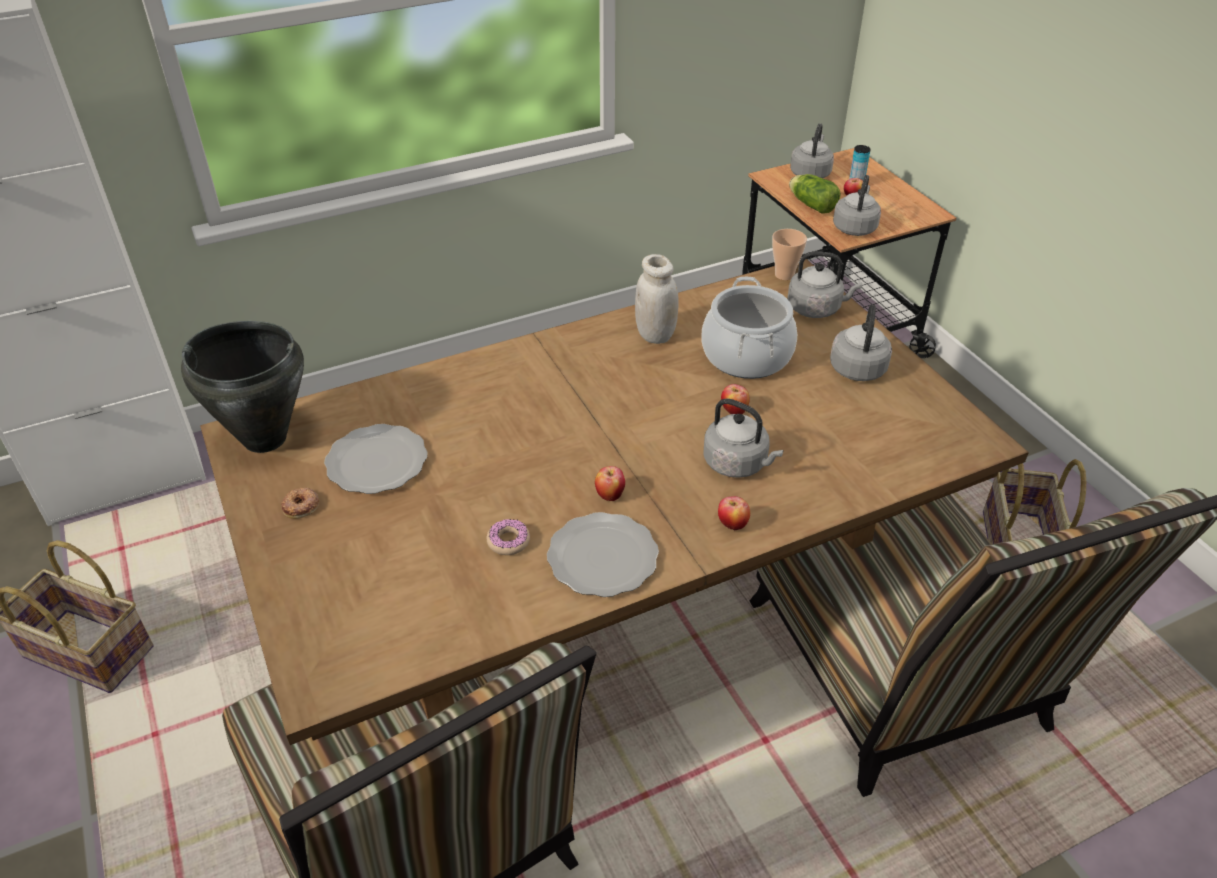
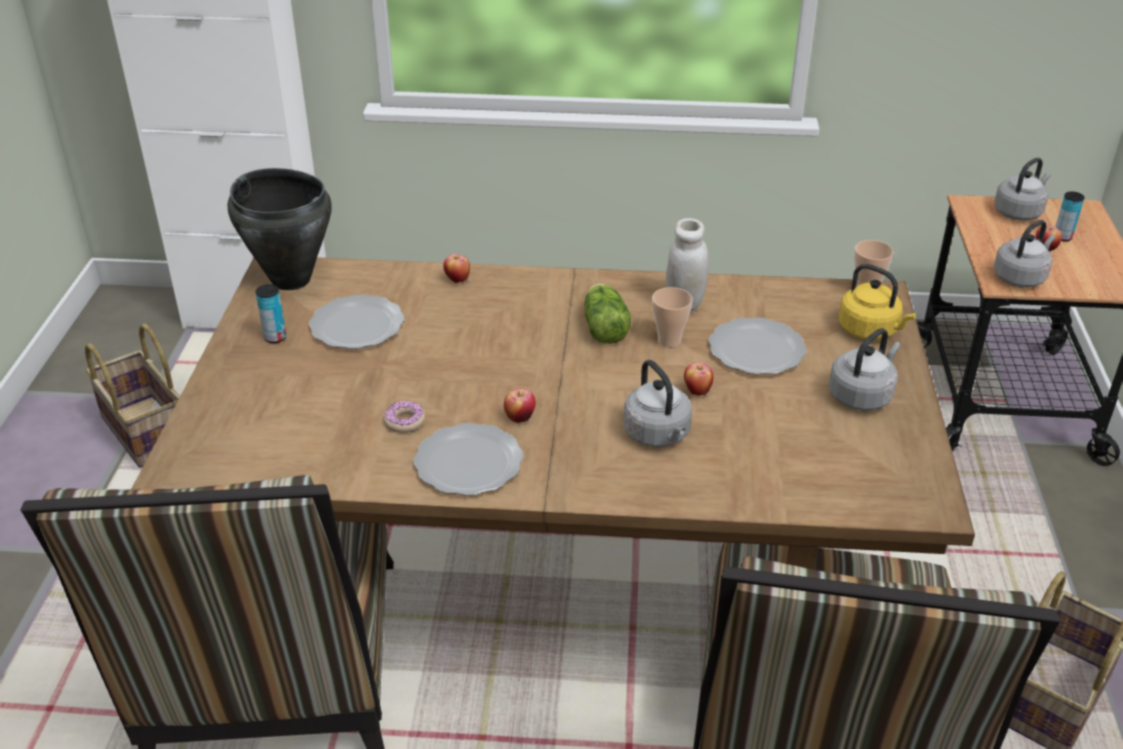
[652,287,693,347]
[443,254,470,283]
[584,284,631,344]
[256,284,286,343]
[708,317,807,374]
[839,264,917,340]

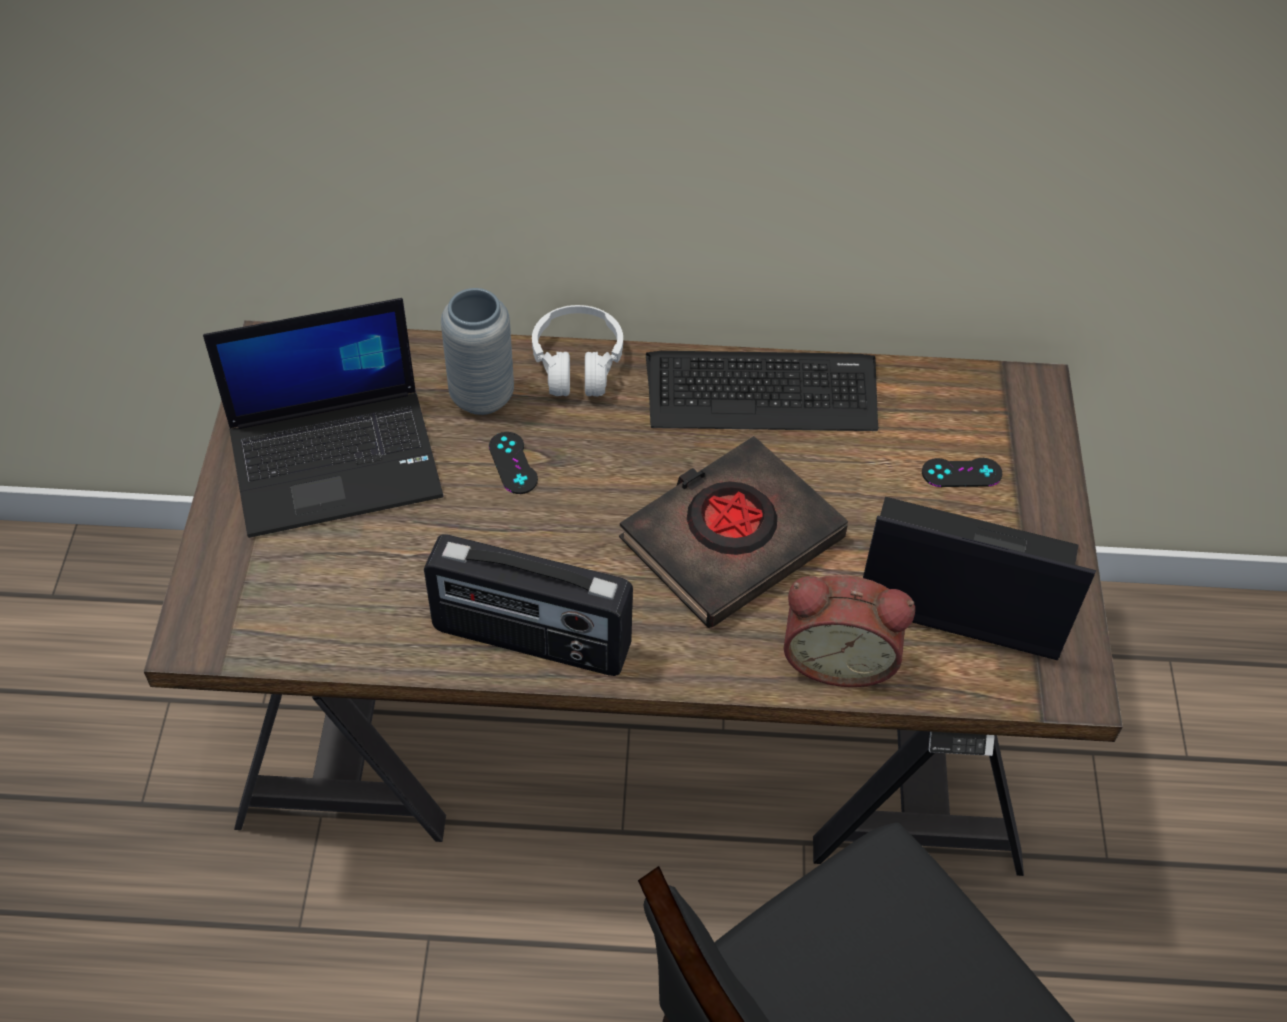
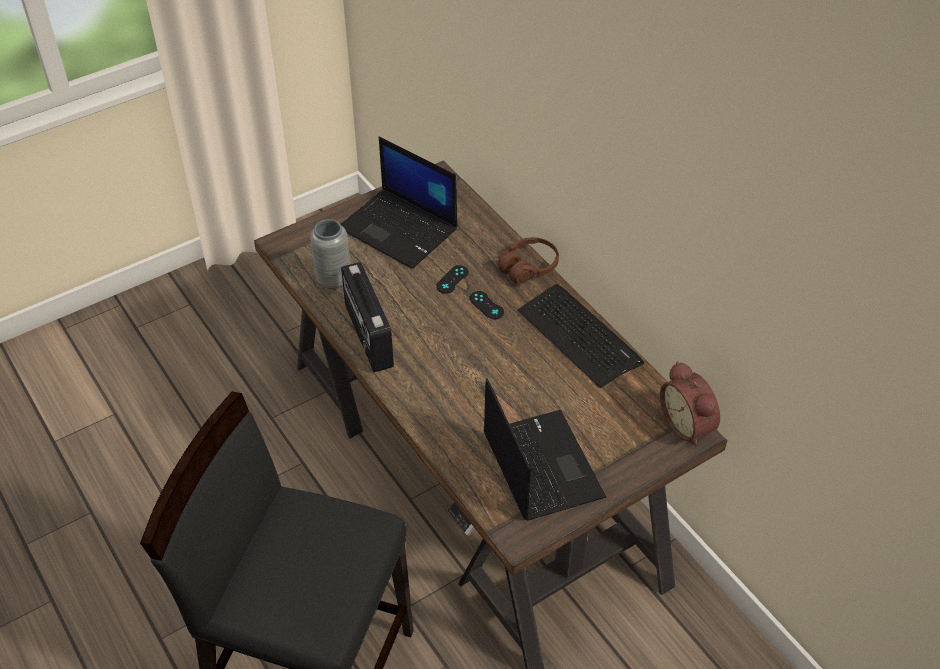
[619,436,848,628] (first image)
[310,219,350,289]
[660,361,720,446]
[469,291,504,319]
[497,237,559,284]

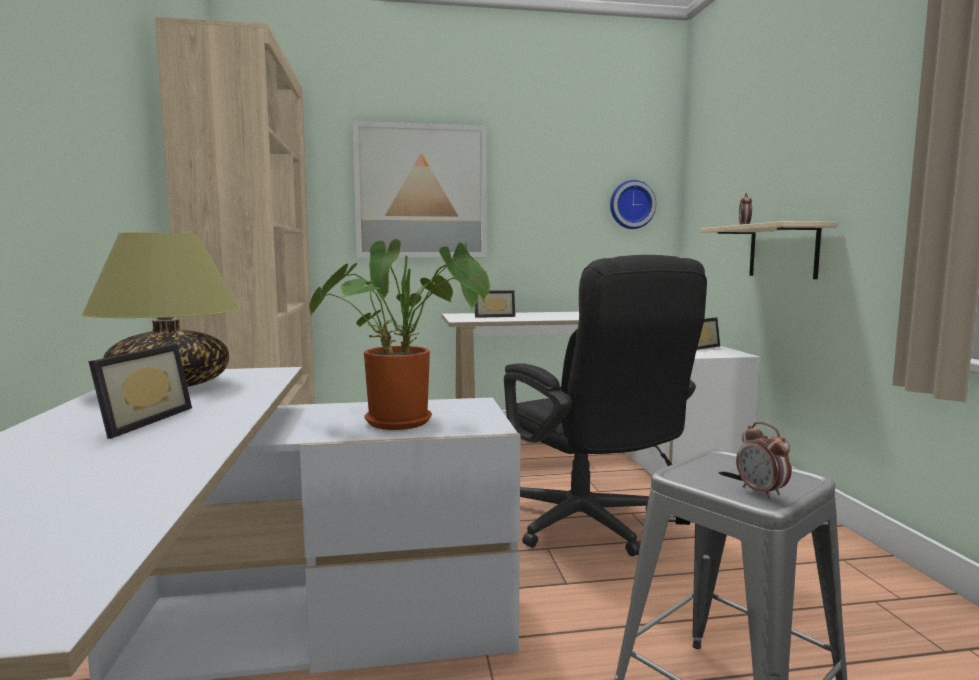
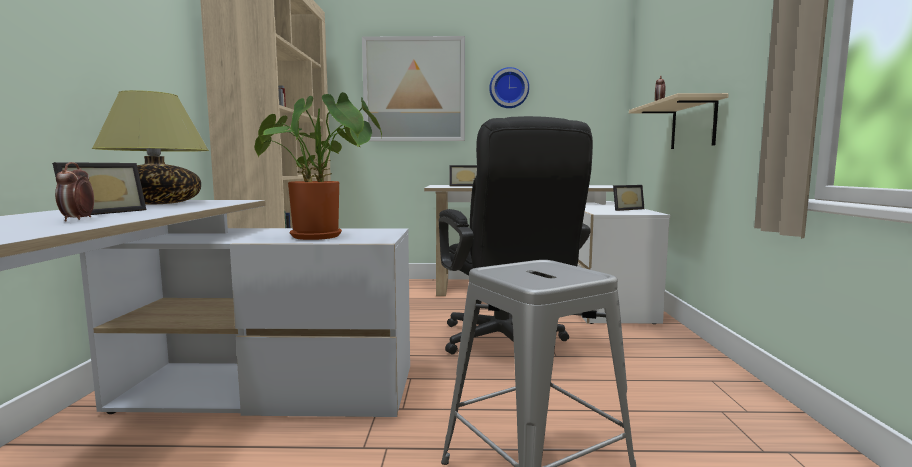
[489,67,529,108]
[55,162,94,221]

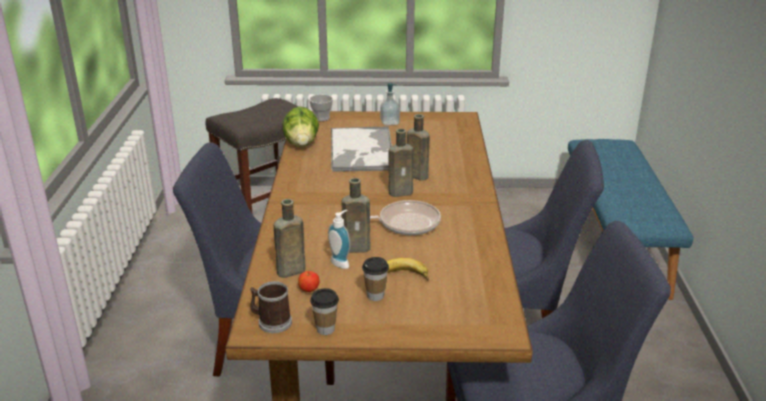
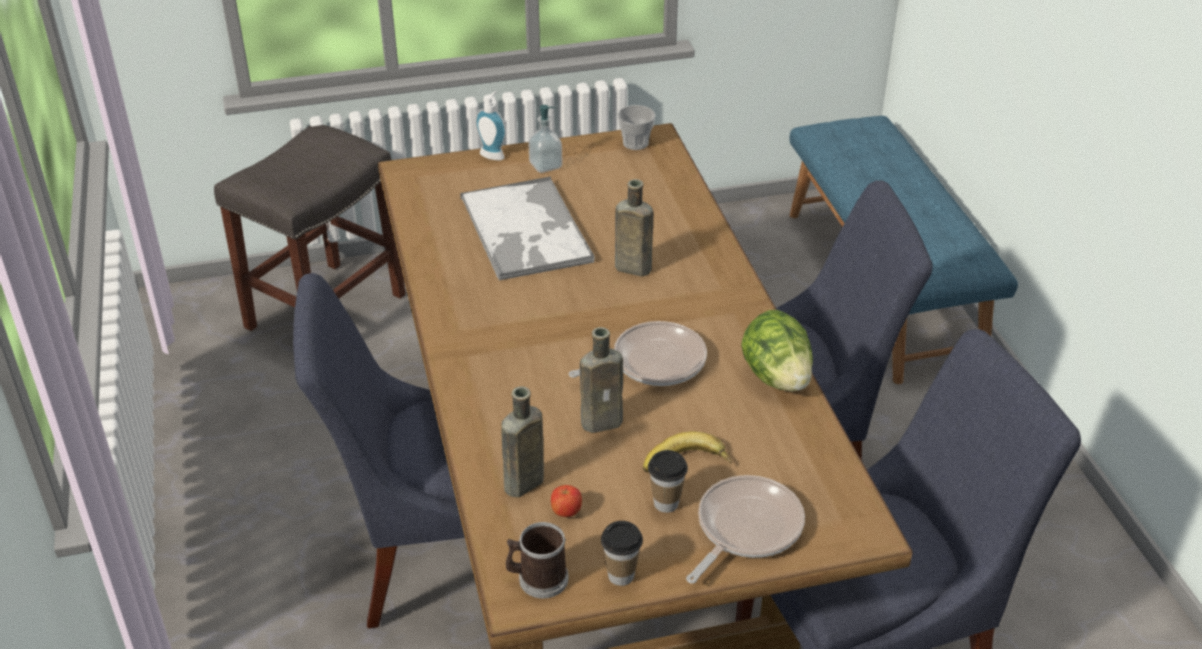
[388,129,414,197] (first image)
[686,475,805,583]
[741,310,813,392]
[617,105,655,150]
[475,91,506,160]

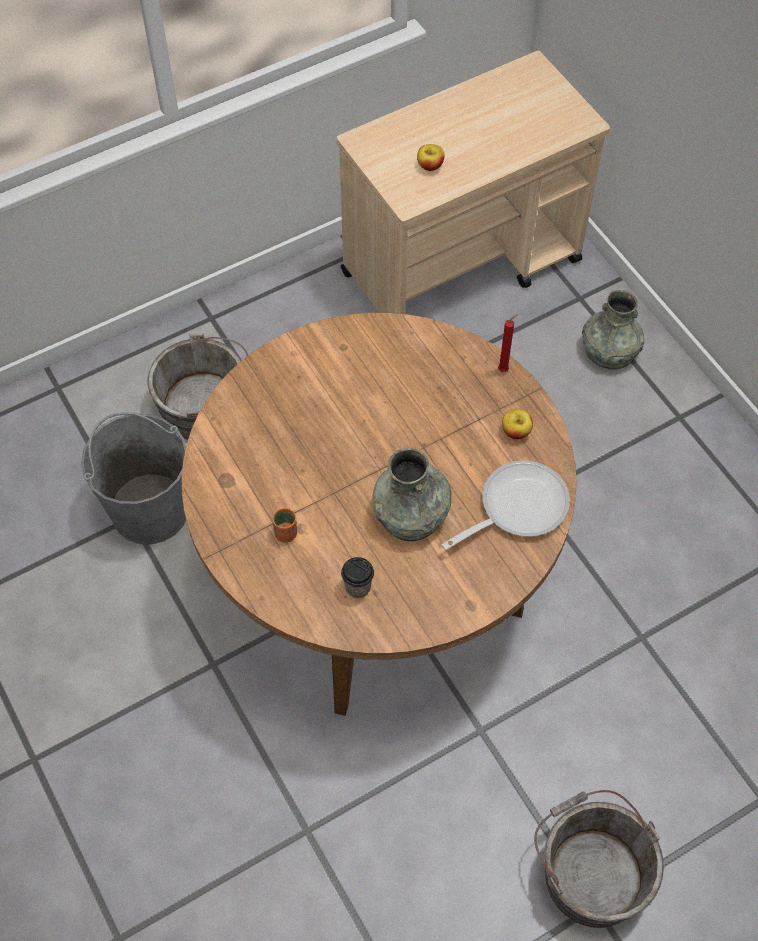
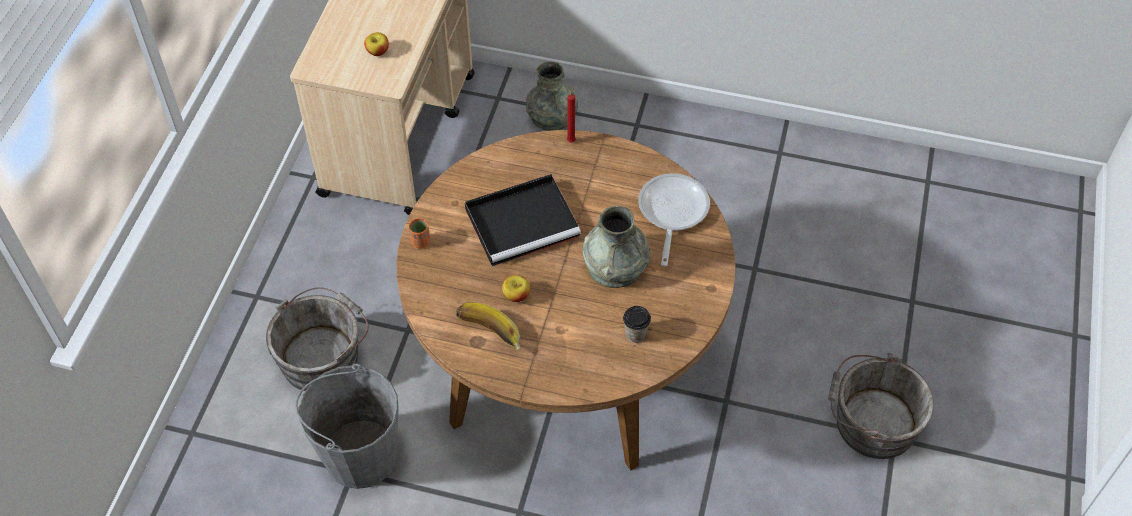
[456,302,521,350]
[465,174,581,266]
[409,218,430,248]
[502,275,530,302]

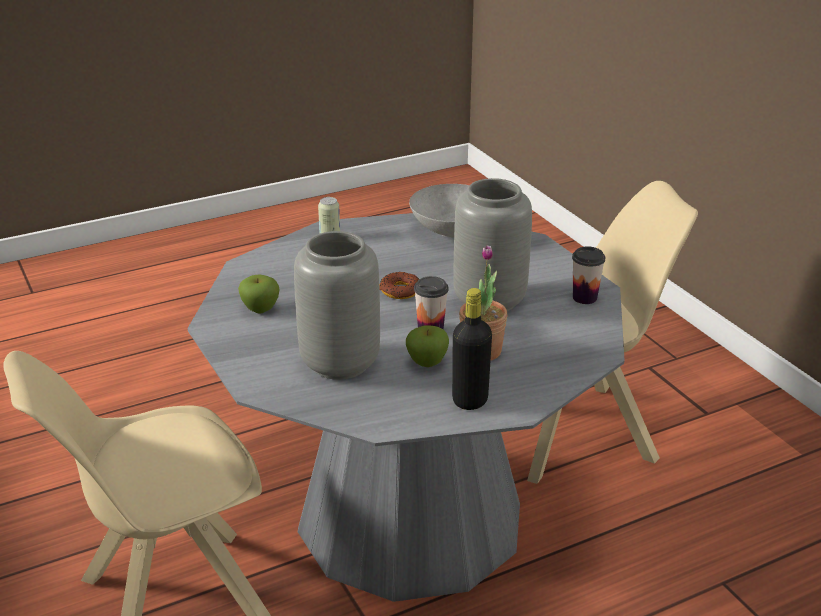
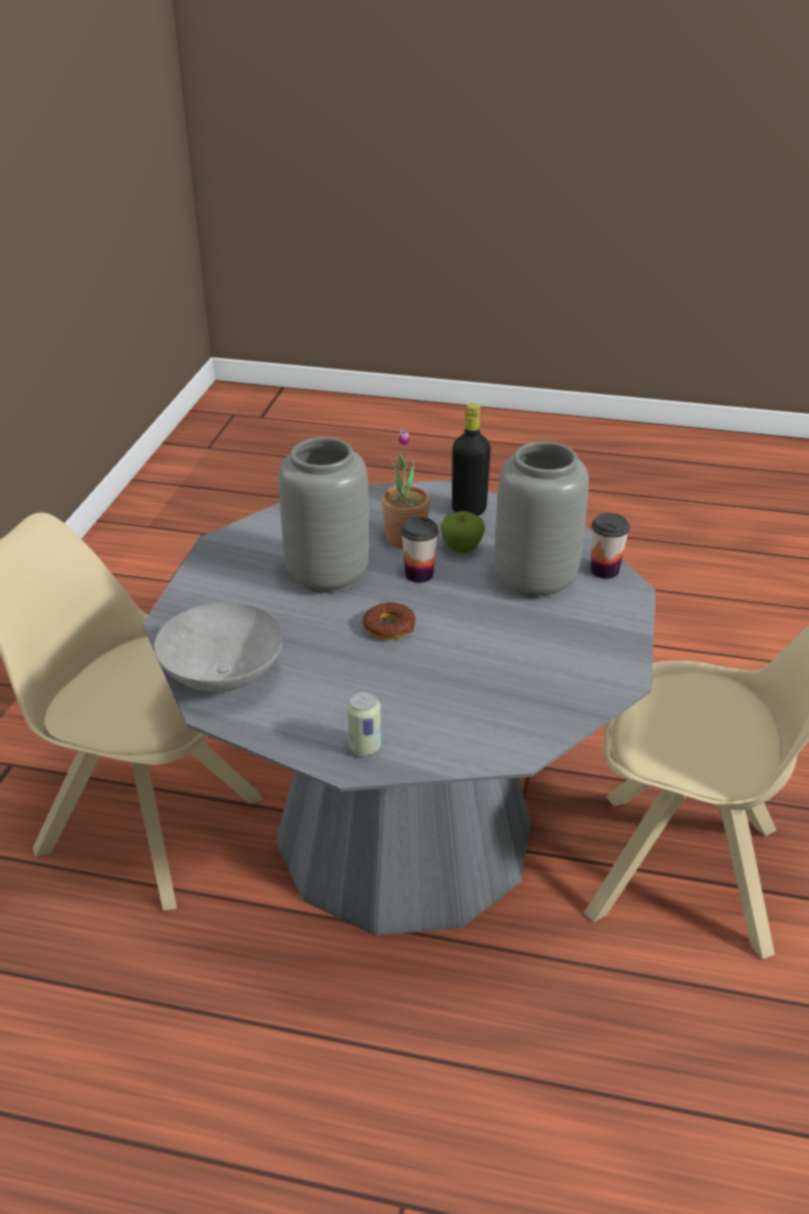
[238,275,280,313] (first image)
[591,513,630,579]

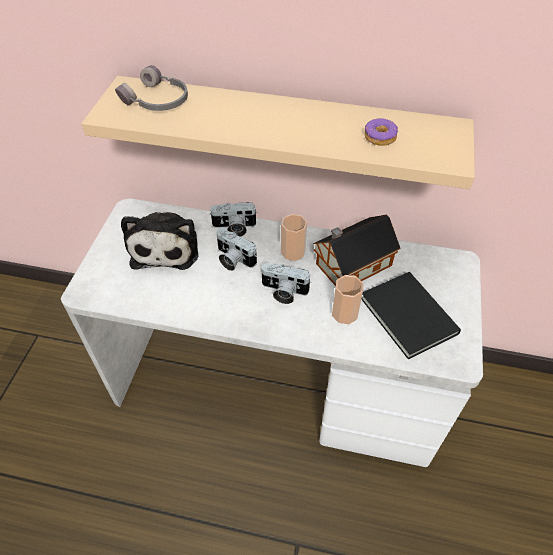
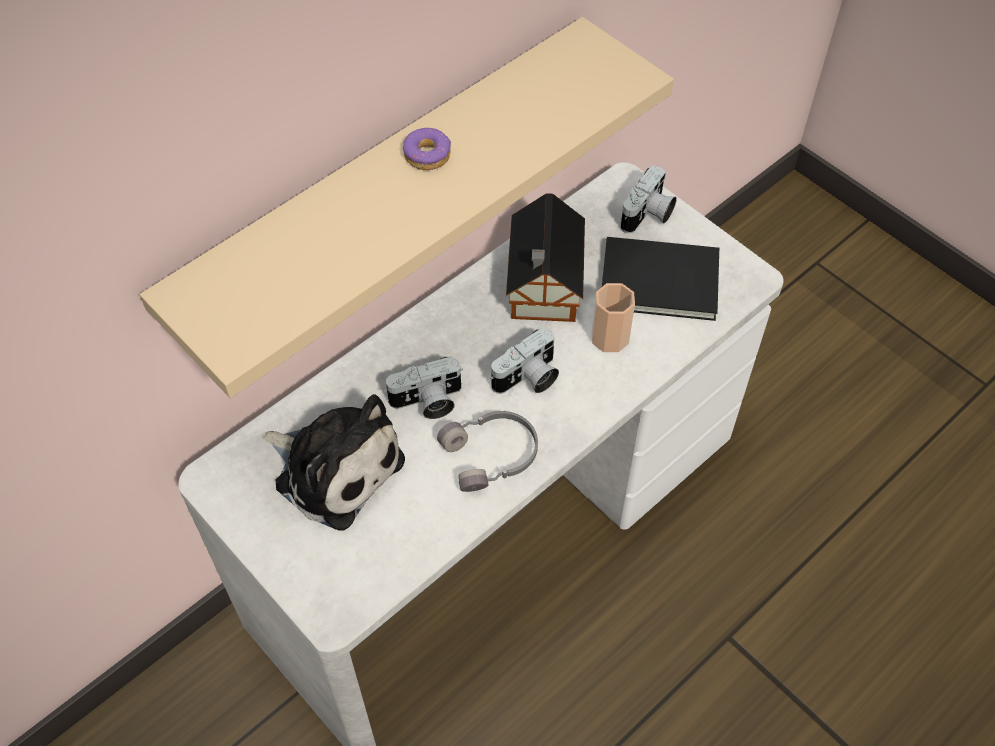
[281,214,307,261] (first image)
[437,411,538,492]
[621,165,677,233]
[403,128,451,170]

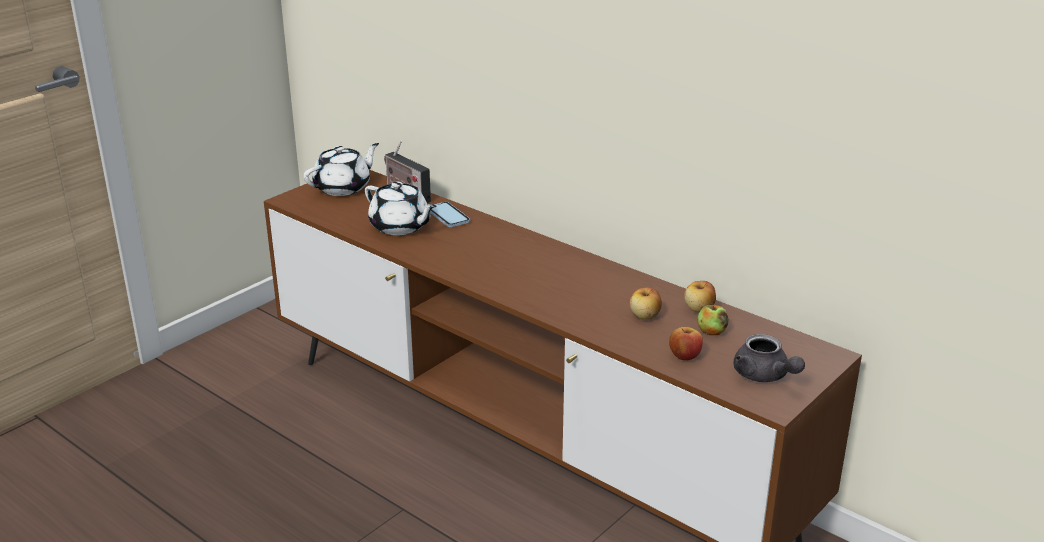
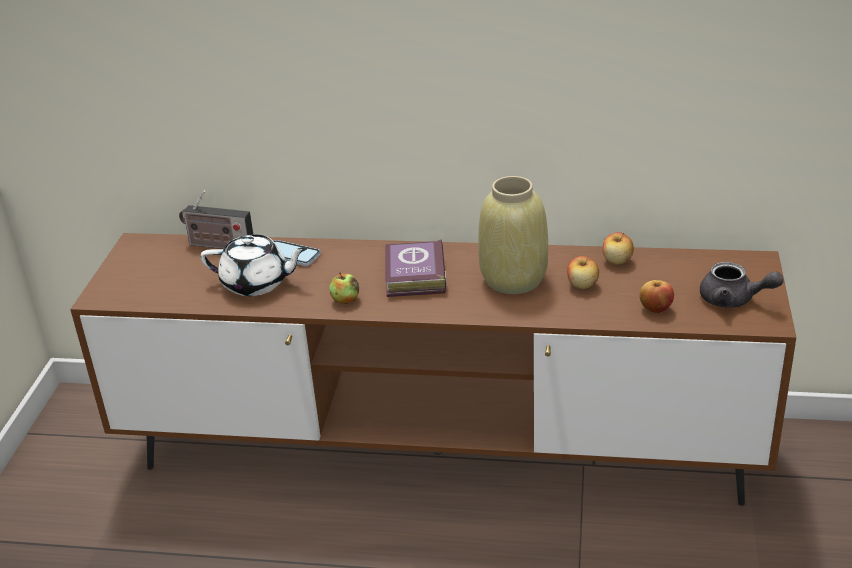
[303,143,379,196] (first image)
[385,239,446,297]
[478,176,548,294]
[329,273,359,304]

